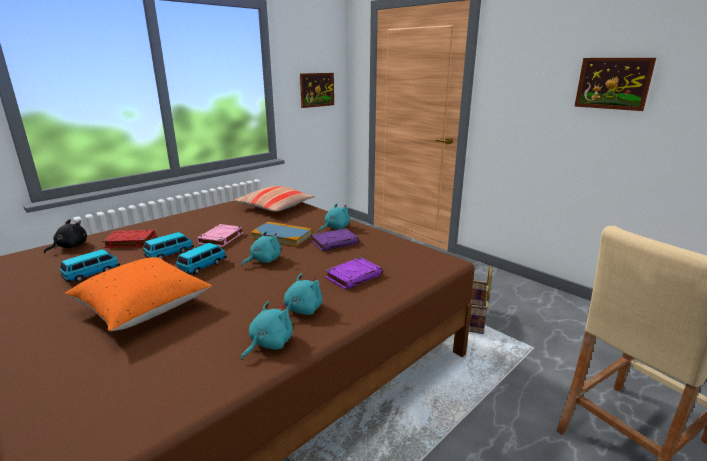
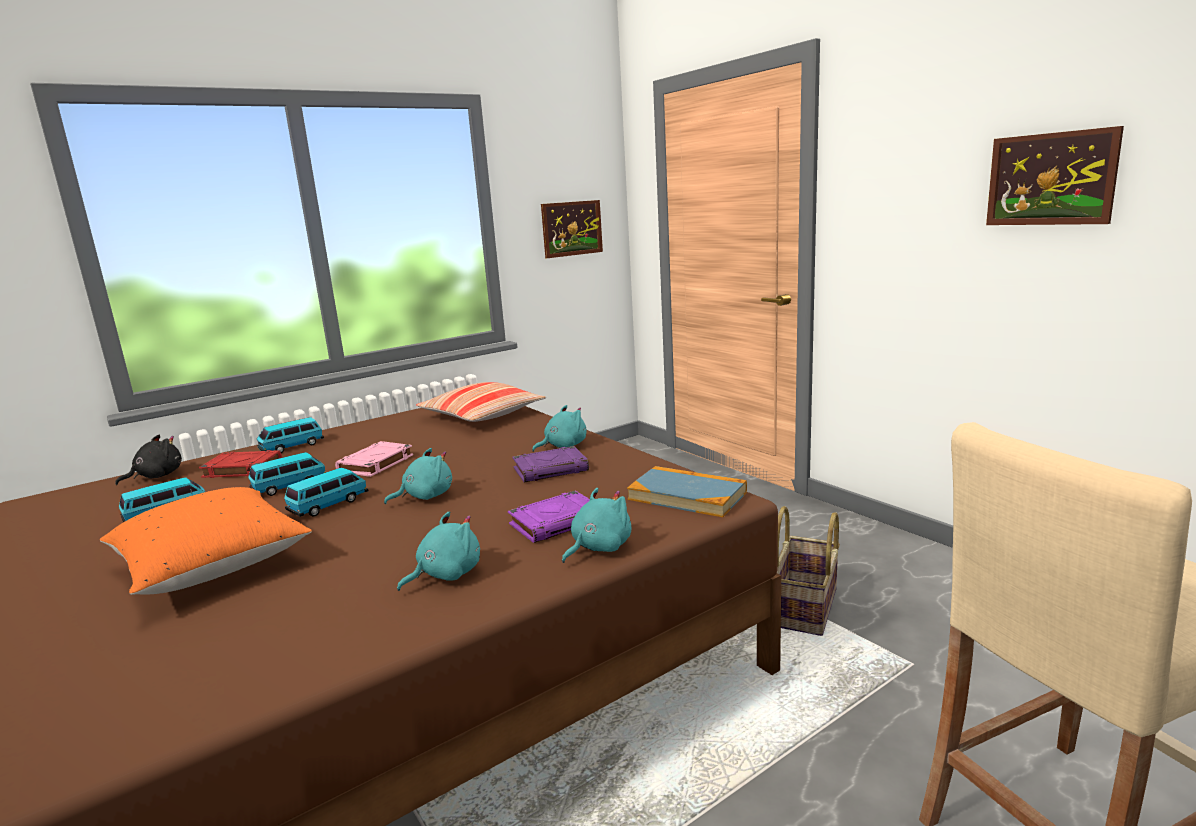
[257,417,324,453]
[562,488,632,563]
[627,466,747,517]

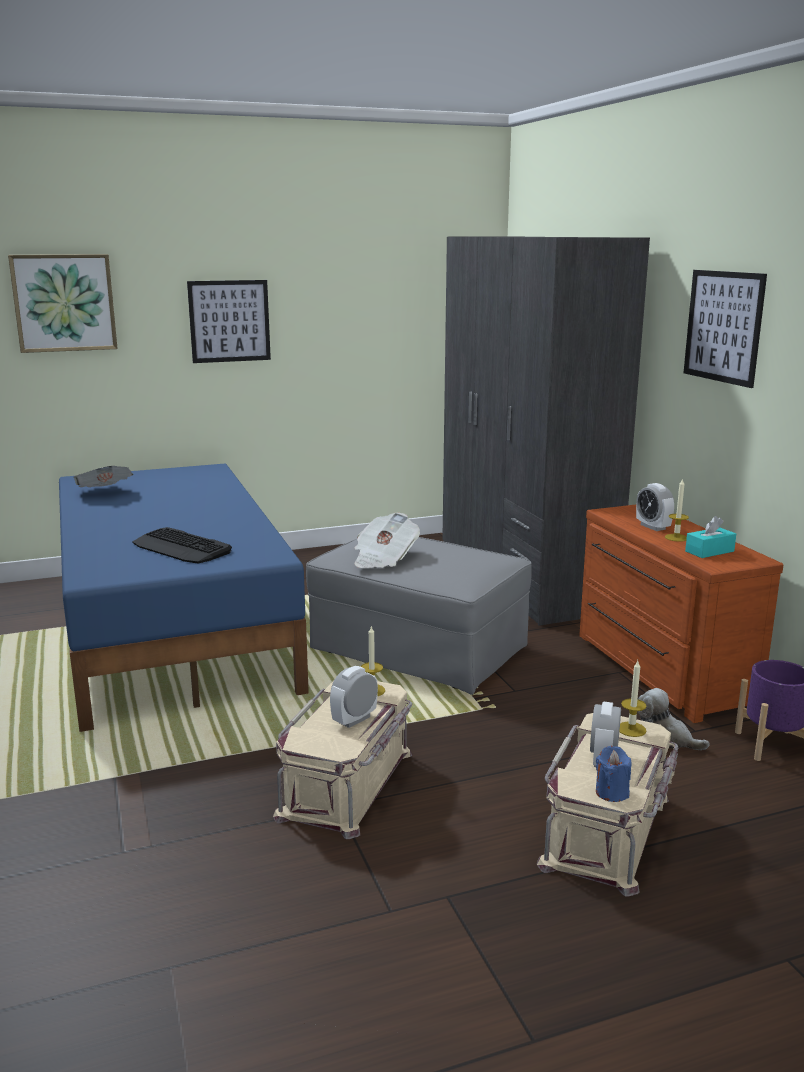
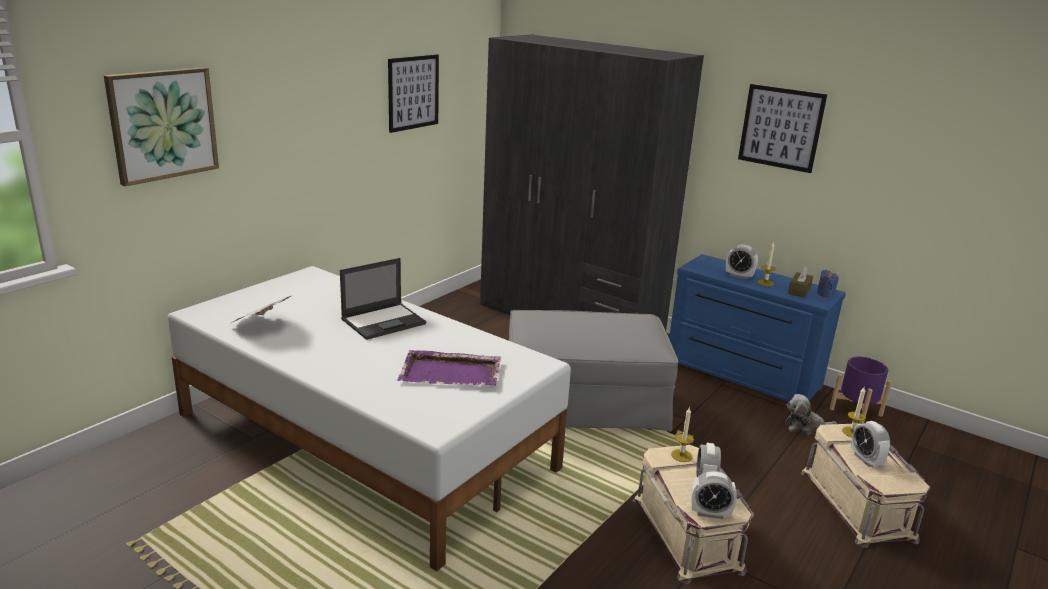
[355,512,420,568] (first image)
[340,258,426,340]
[691,471,737,519]
[388,54,439,133]
[817,270,839,297]
[397,350,501,385]
[168,266,571,571]
[669,254,846,402]
[788,267,813,298]

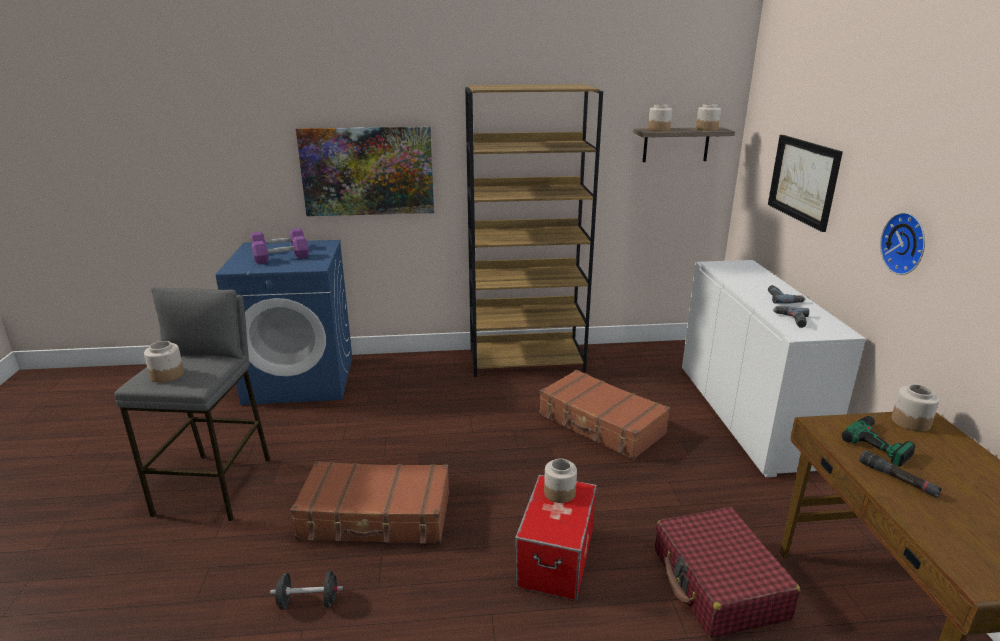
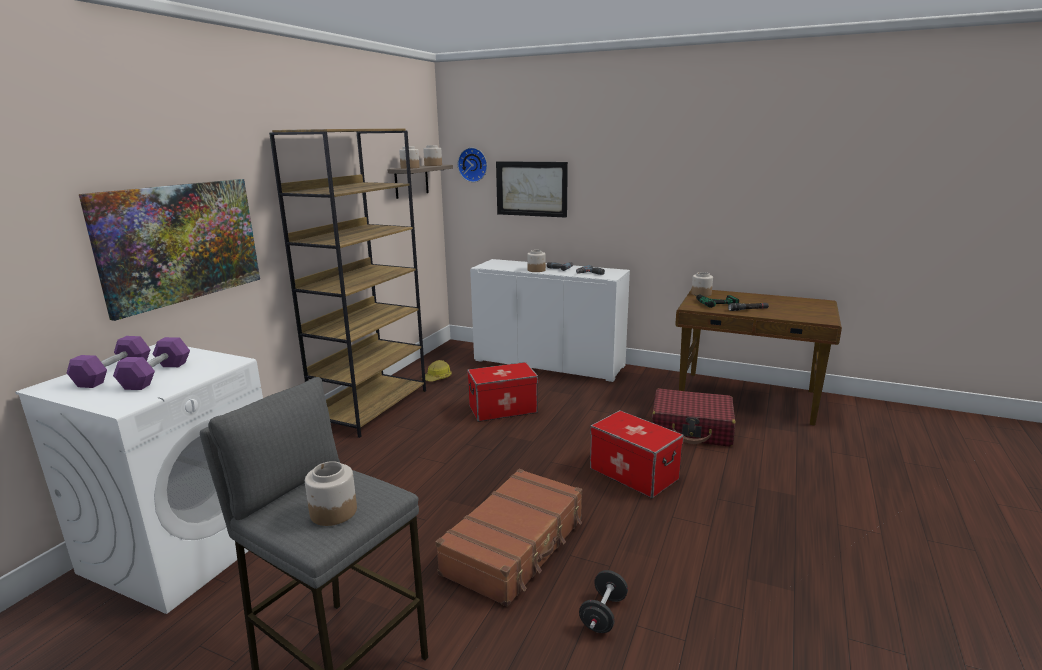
[425,360,452,382]
[527,250,546,272]
[458,147,487,182]
[467,362,538,422]
[15,344,263,614]

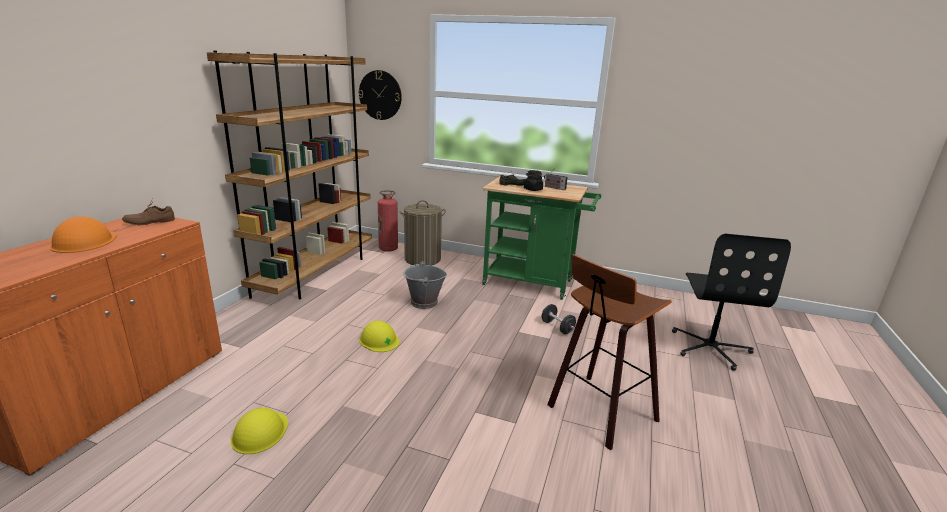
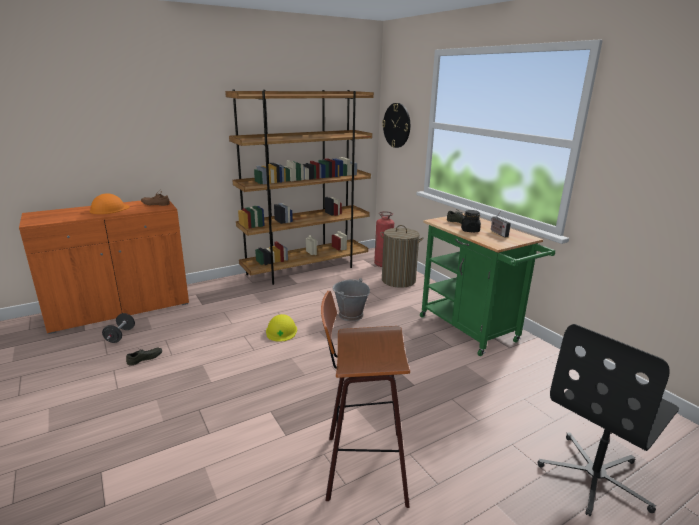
[102,313,135,343]
[126,348,162,366]

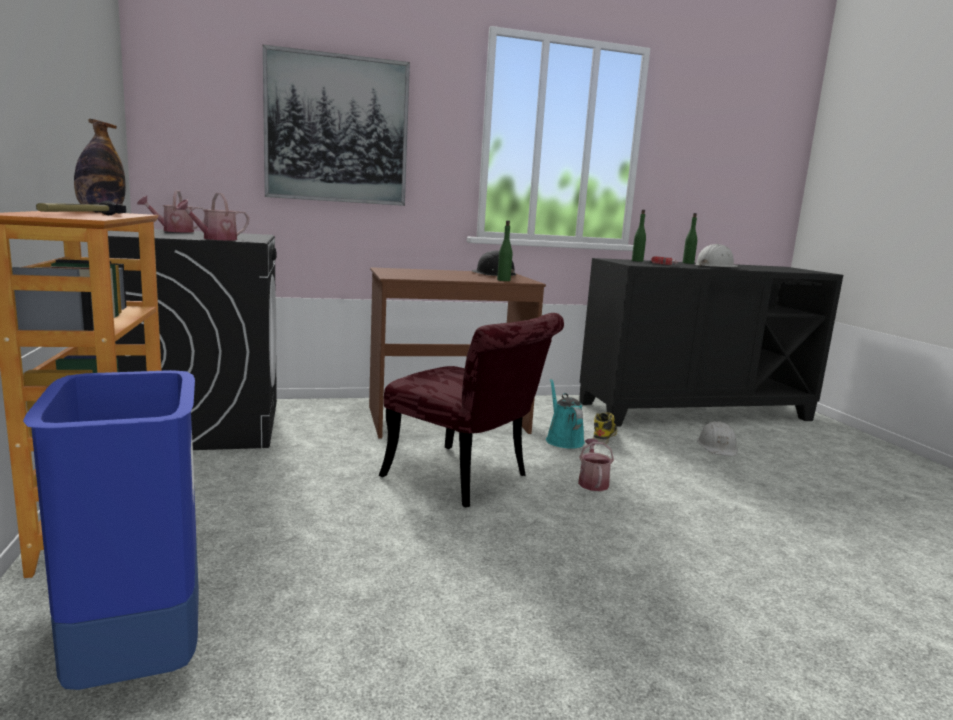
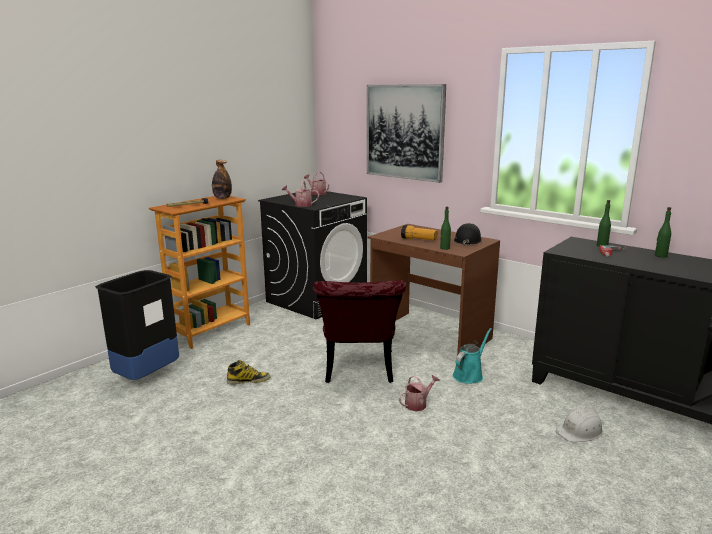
[695,244,737,267] (first image)
[401,225,437,240]
[227,360,271,384]
[95,270,179,380]

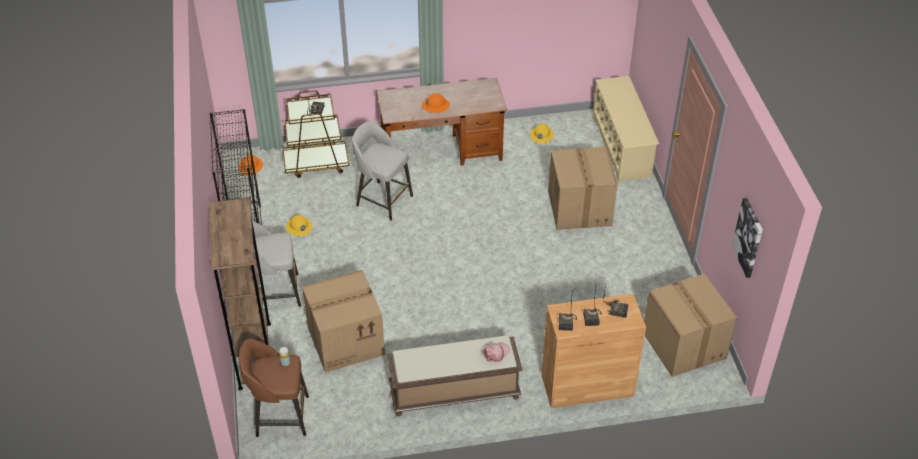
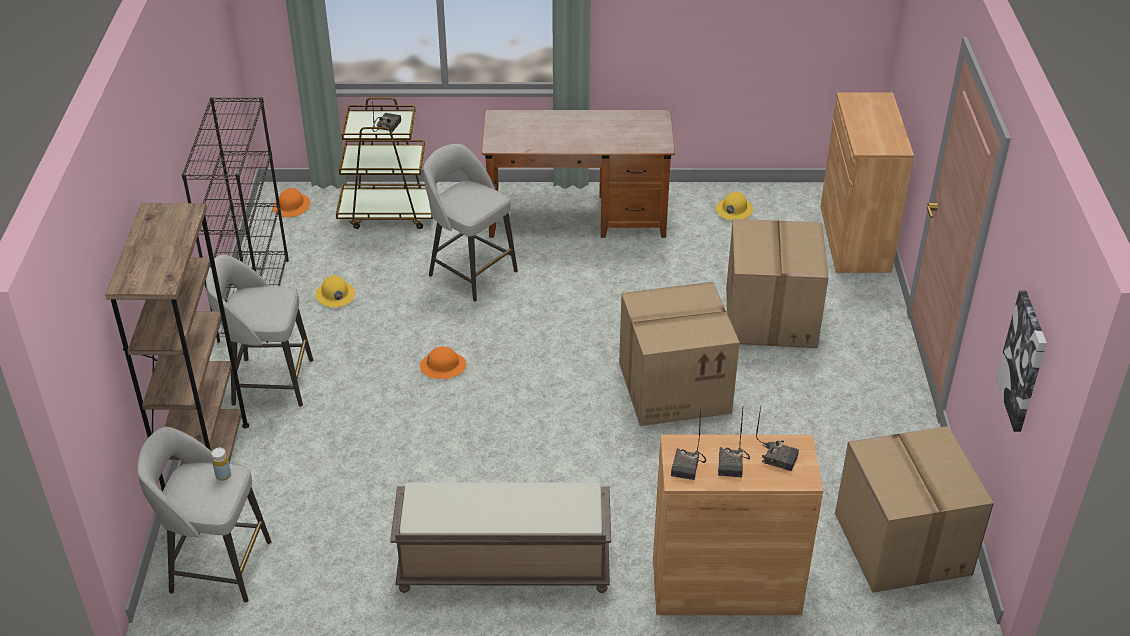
[483,342,510,362] (first image)
[619,282,740,426]
[420,347,466,379]
[820,92,914,273]
[137,427,272,603]

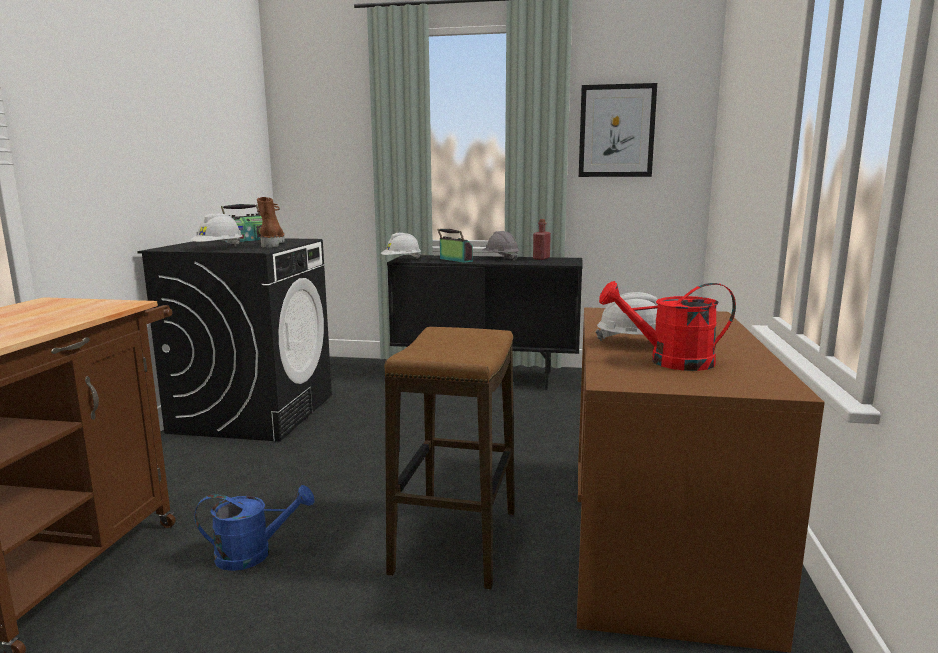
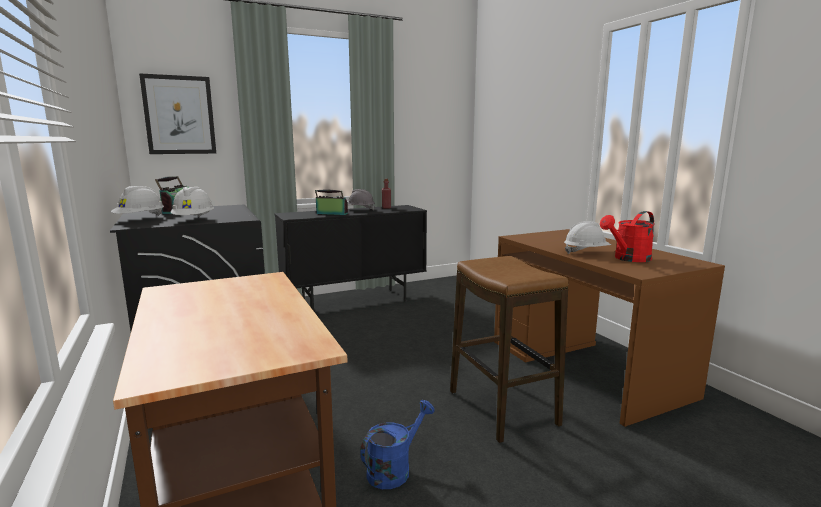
[257,197,285,248] (first image)
[111,186,164,216]
[139,73,216,154]

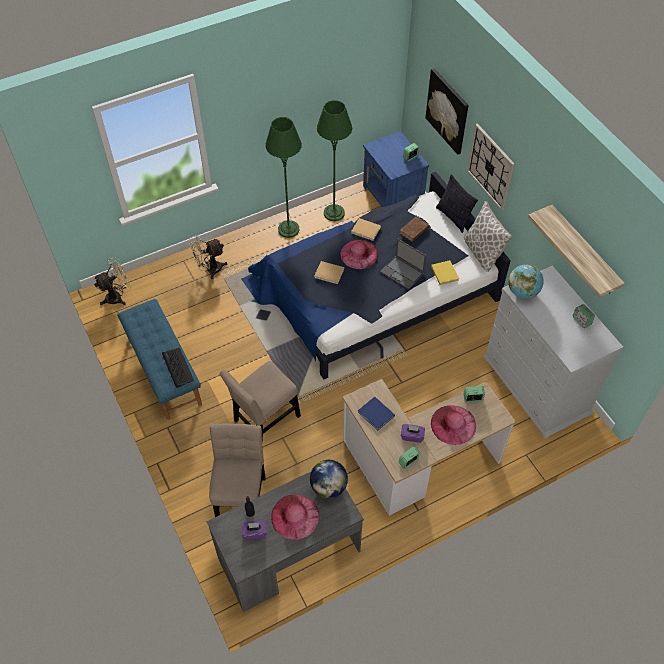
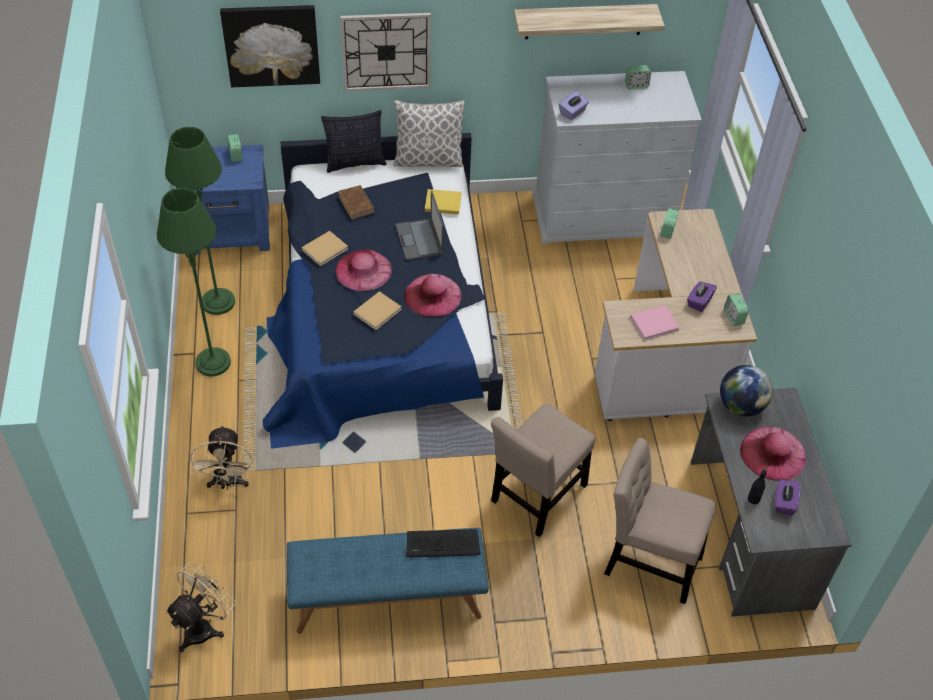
[404,274,461,317]
[559,91,589,120]
[630,305,680,341]
[165,562,236,653]
[491,403,595,537]
[395,191,444,260]

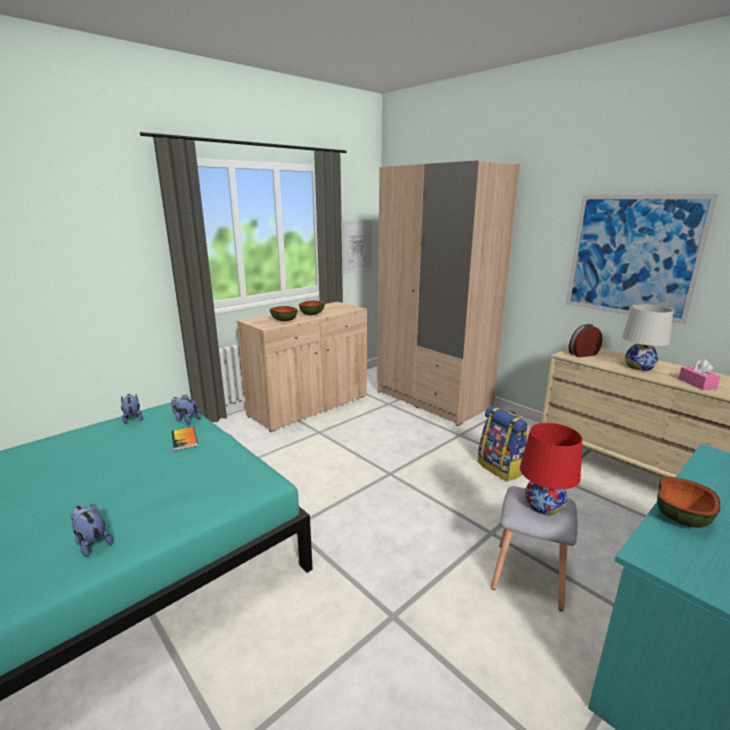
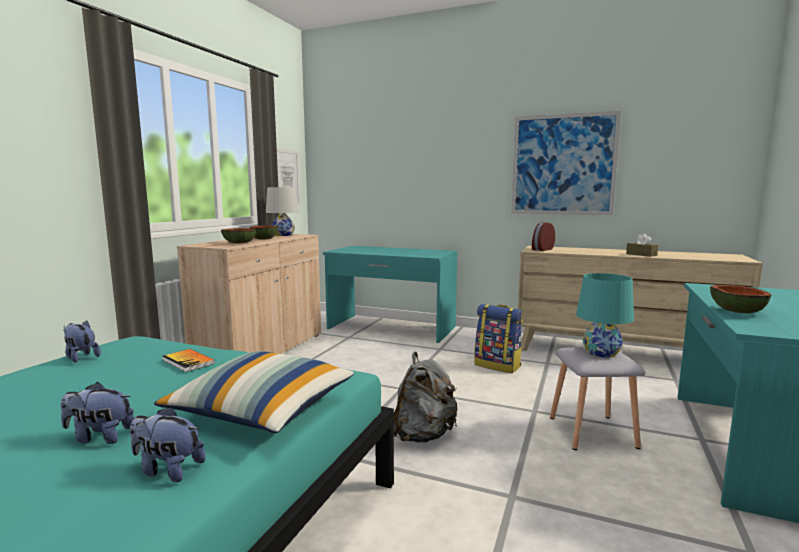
[154,351,354,433]
[394,352,458,443]
[61,382,134,444]
[266,187,299,236]
[323,246,457,343]
[576,273,634,357]
[626,234,658,257]

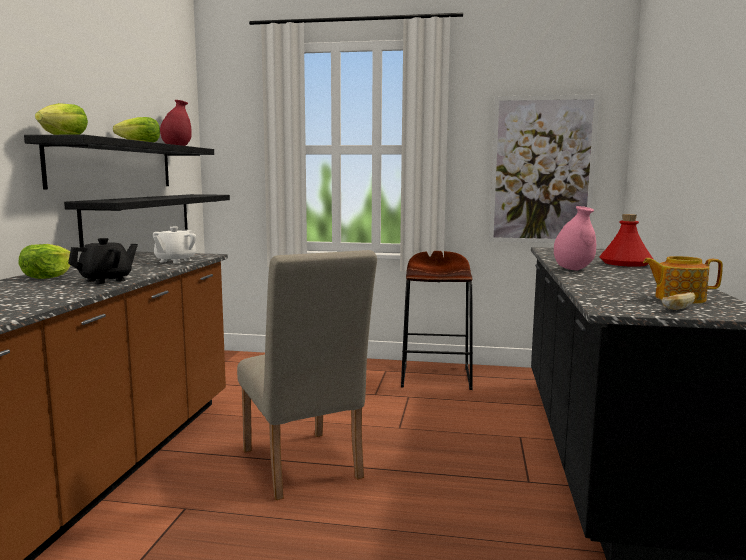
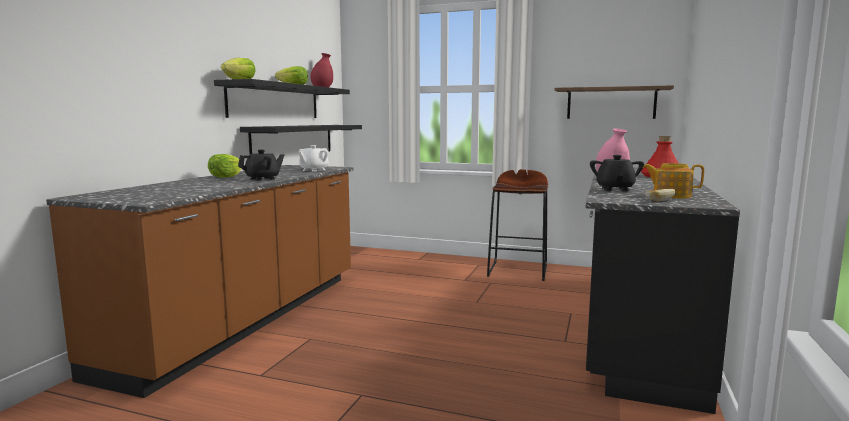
[237,250,377,500] (first image)
[590,155,644,191]
[555,85,674,119]

